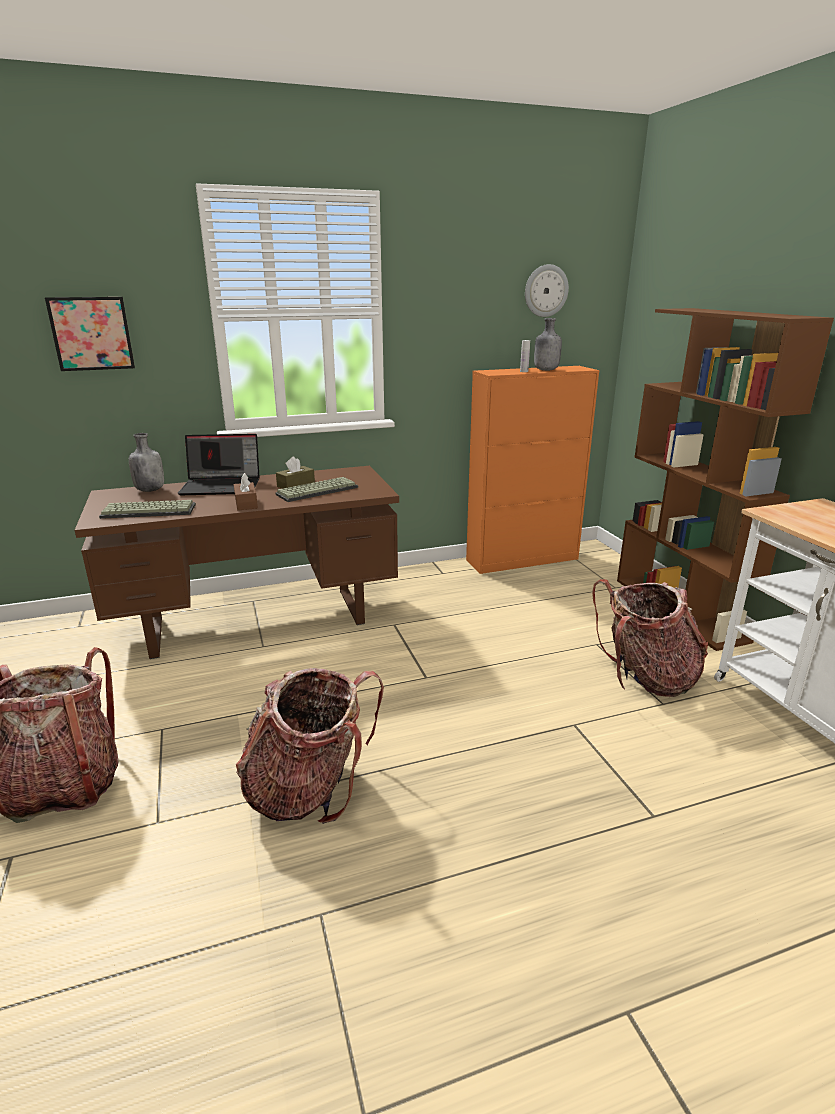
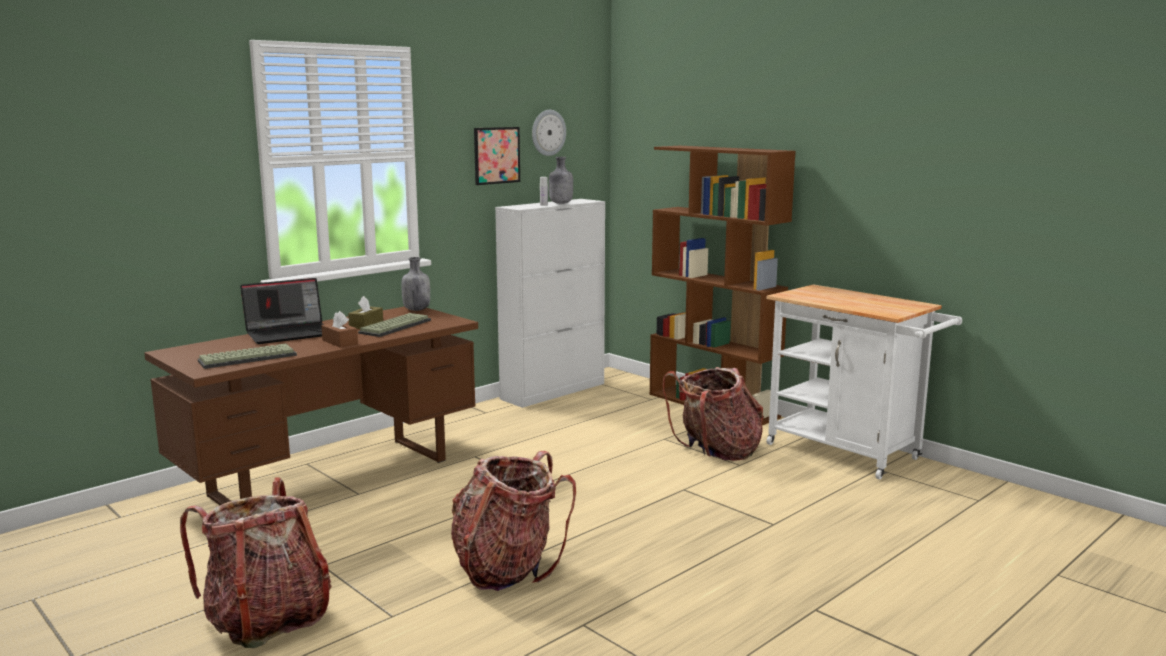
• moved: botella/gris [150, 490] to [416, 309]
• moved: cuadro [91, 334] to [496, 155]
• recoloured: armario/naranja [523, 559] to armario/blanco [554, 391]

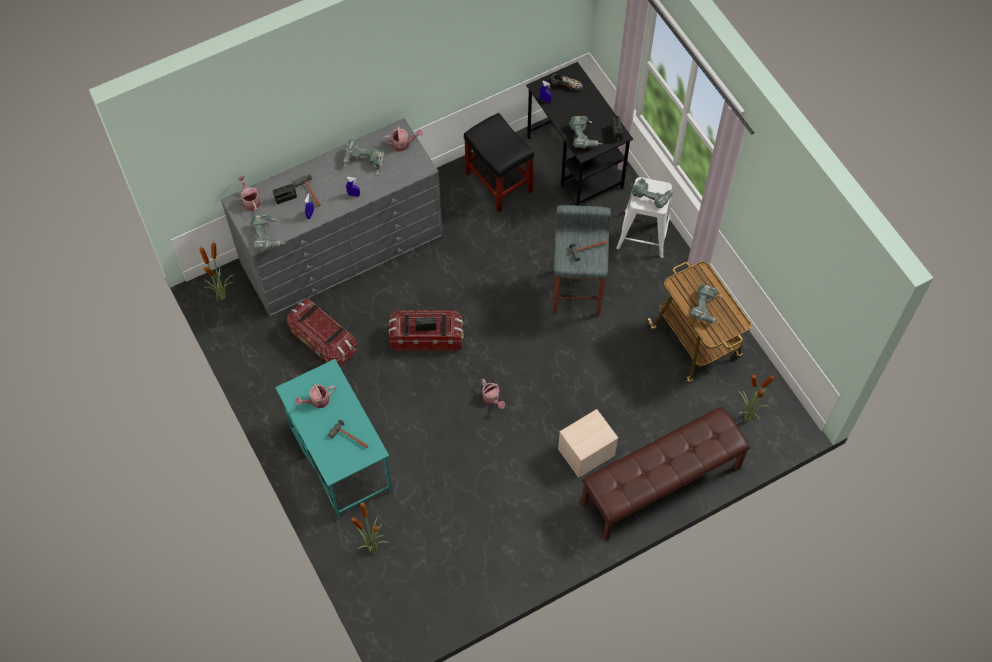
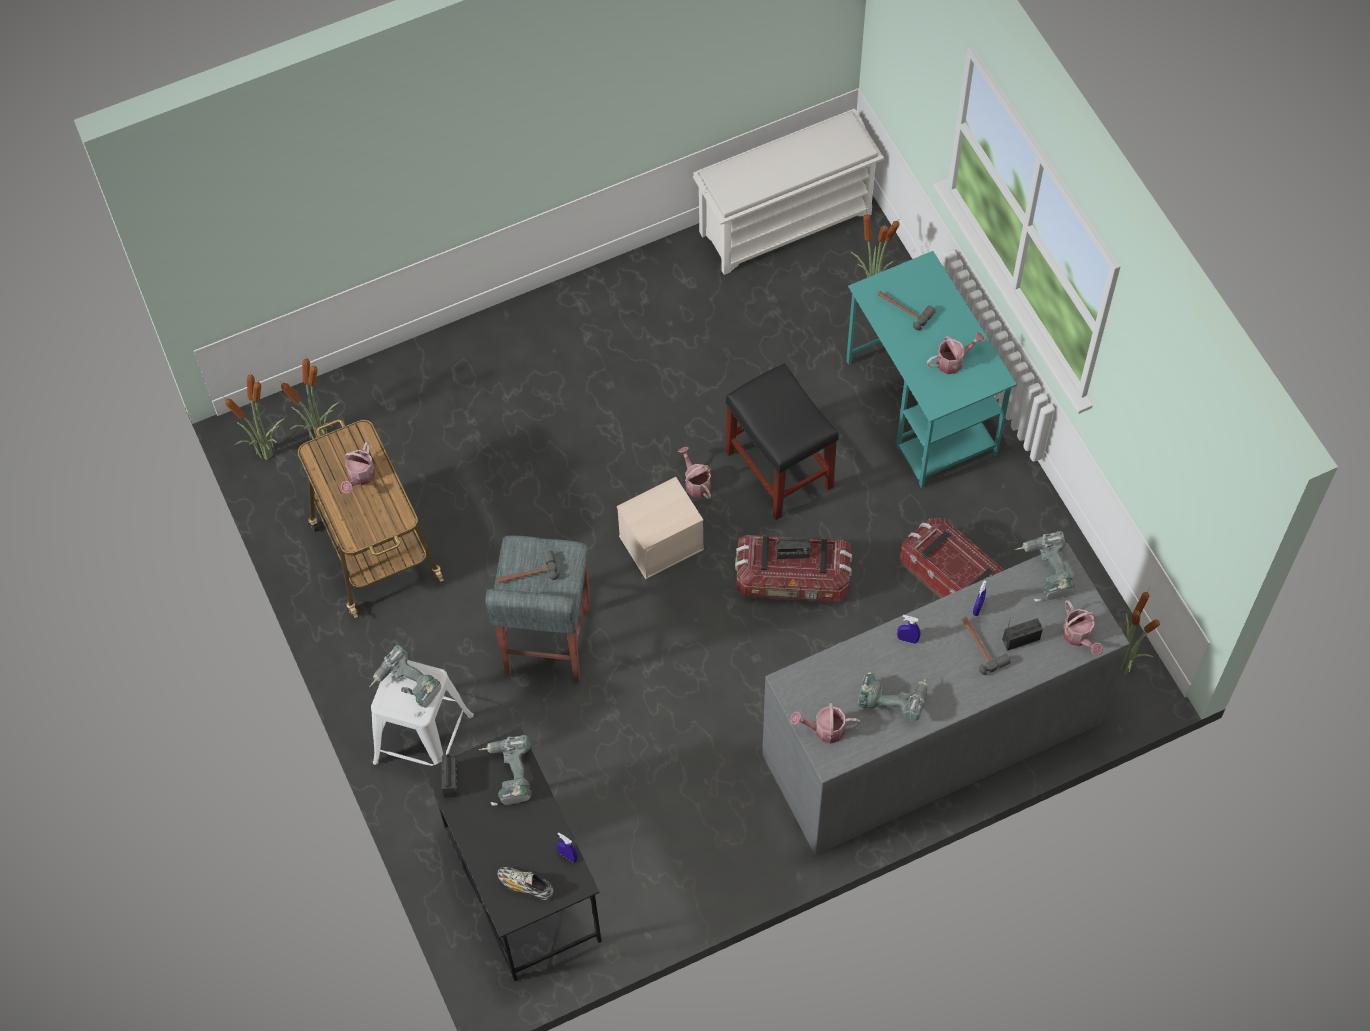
• added: planta en maceta [267, 454]
• replaced: taladro [706, 309] to regadera [360, 477]
• moved: caja de almacenaje/beis [586, 453] to [661, 542]
• added: zapatero/blanco [786, 221]
• moved: taburete/negro [498, 182] to [780, 470]
• removed: banco/marrón [661, 486]

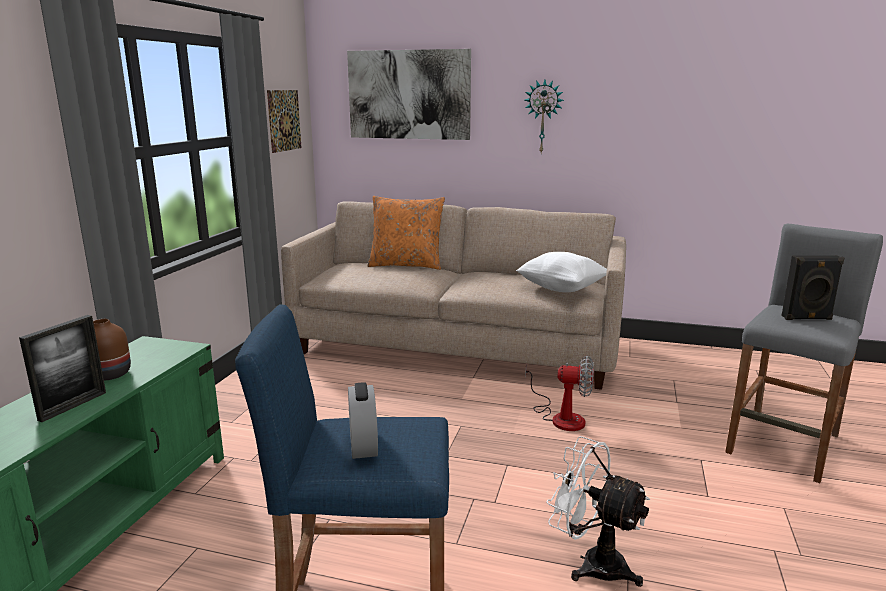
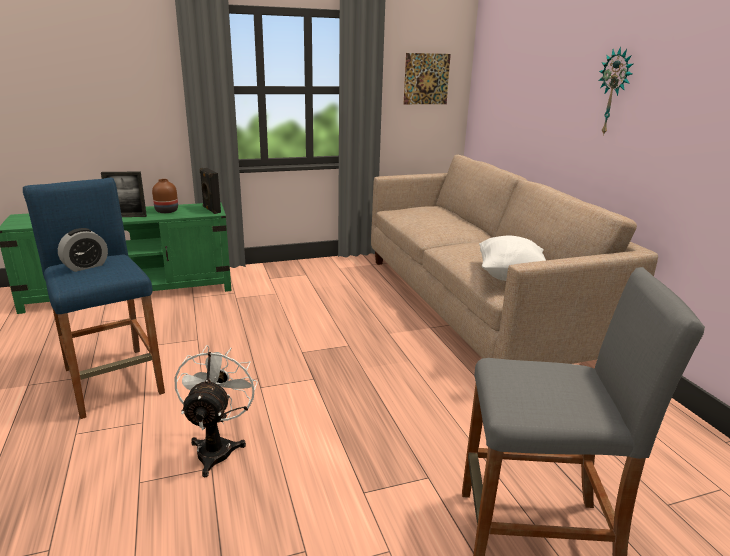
• moved: altavoz/negro [807, 318] to [211, 210]
• removed: cuadro [408, 95]
• removed: cojín/naranja [406, 265]
• removed: ventilador [561, 417]

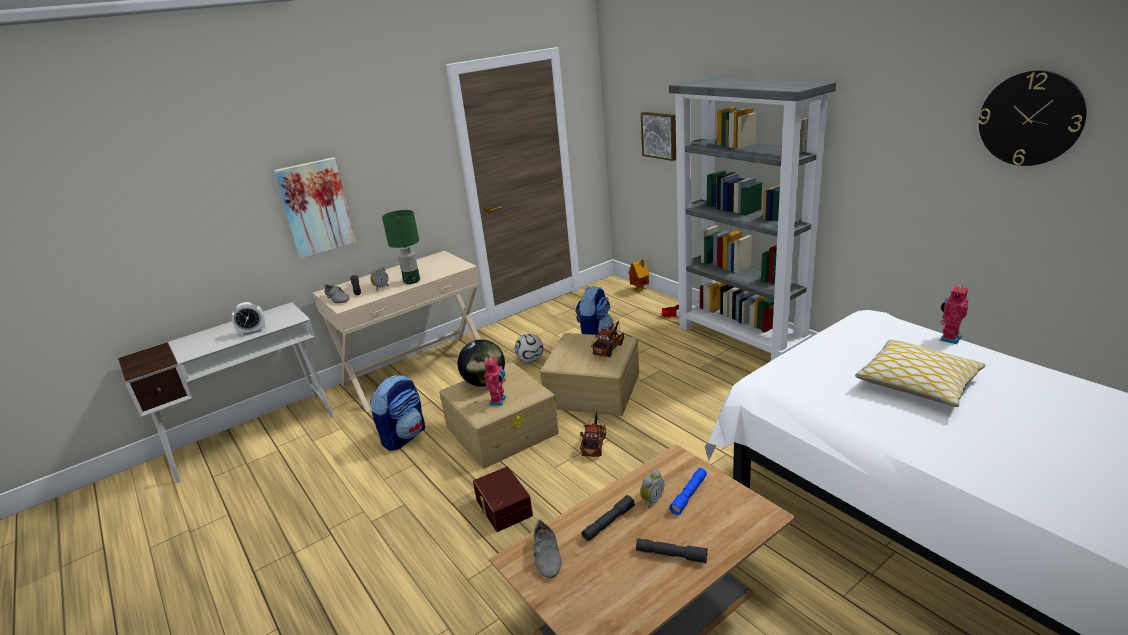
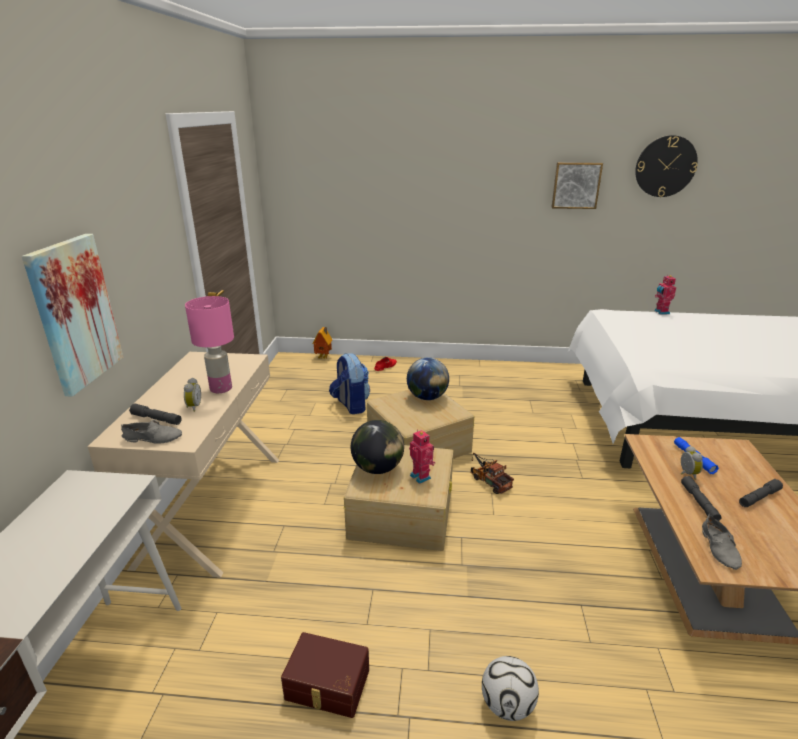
• recoloured: lámpara de mesa/verde [412, 281] to lámpara de mesa/rosa [221, 388]
• moved: caja de almacenaje/marrón [502, 508] to [327, 686]
• replaced: camión de juguete [610, 347] to globo terráqueo [427, 397]
• moved: balón de fútbol [530, 360] to [507, 704]
• moved: cuadro [660, 135] to [576, 185]
• turned: zapato/gris [548, 555] = [720, 548] 60 degrees clockwise
• removed: despertador [252, 332]
• removed: mochila [404, 436]
• removed: estantería/gris [741, 340]
• removed: cojín [917, 383]

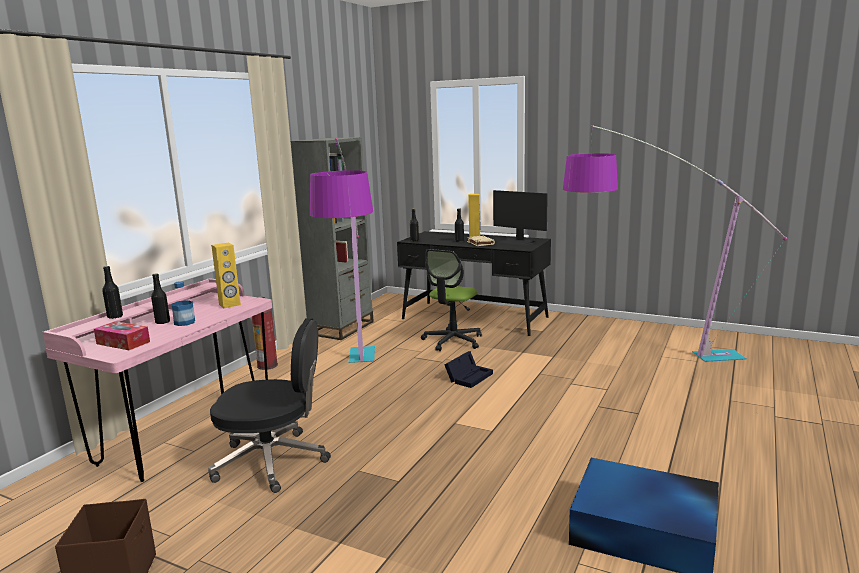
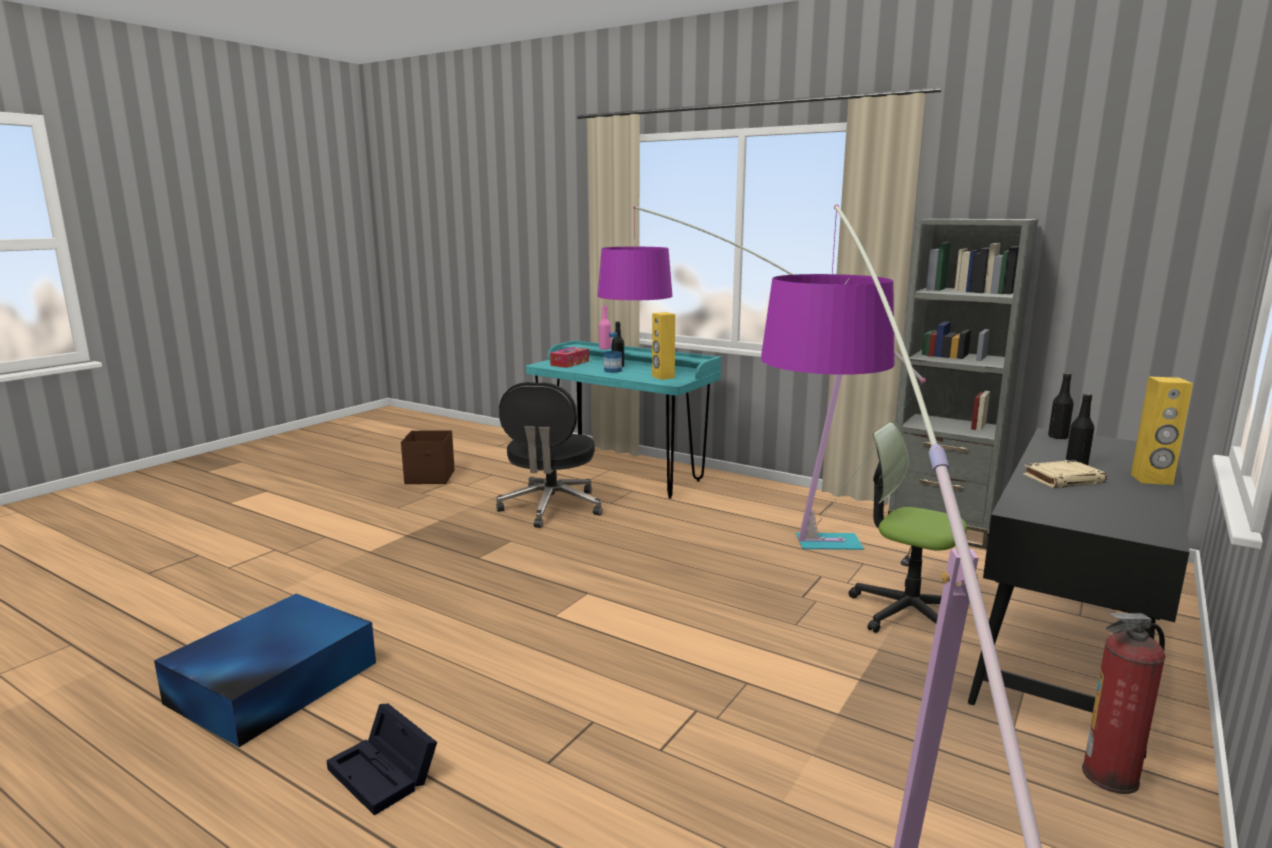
• moved: caja de almacenaje/negro [469, 376] to [385, 773]
• recoloured: escritorio/rosa [187, 433] to escritorio/turquesa [622, 475]
• recoloured: botella/negro [115, 317] to botella/rosa [605, 348]
• moved: extintor [267, 365] to [1110, 776]
• removed: monitor [517, 242]

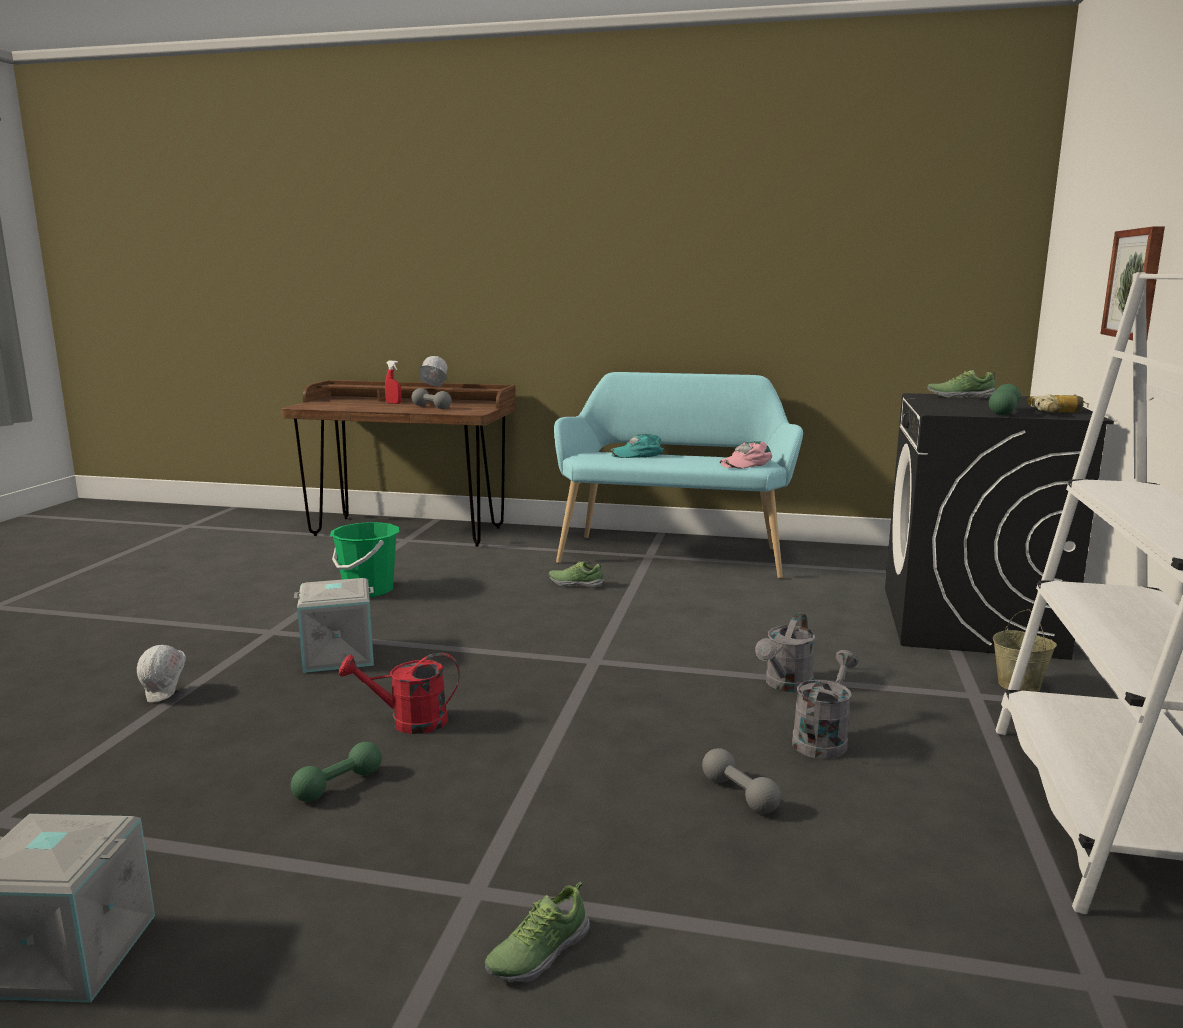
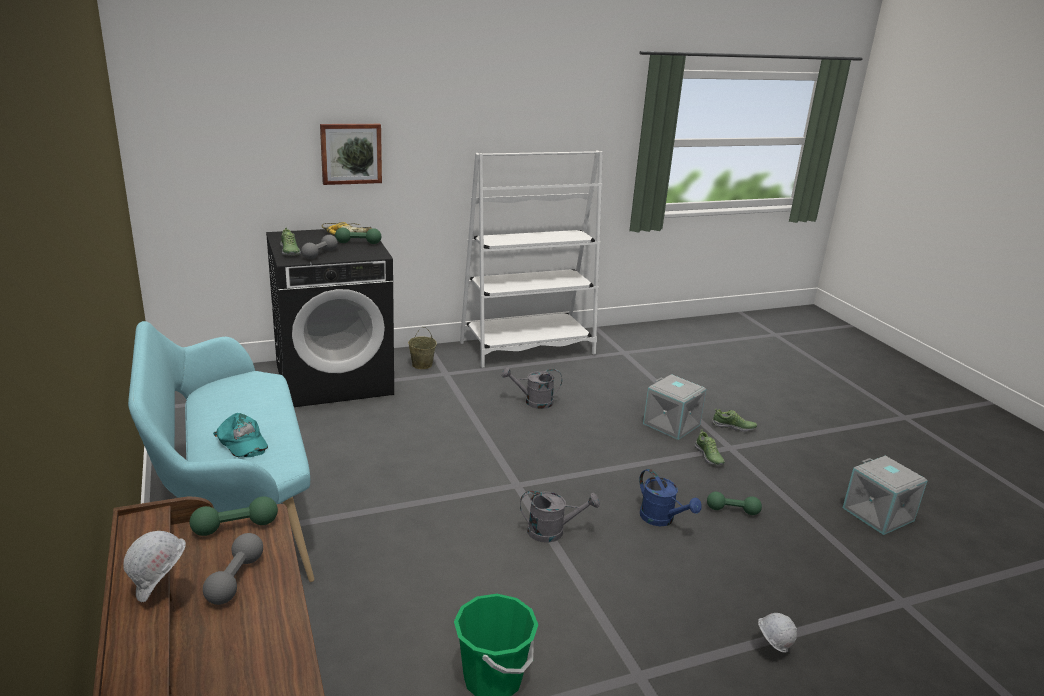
• added: mancuerna/verde [235, 527]
• moved: mancuerna/gris [739, 794] to [320, 254]
• moved: regadera/gris [785, 685] to [552, 531]
• recoloured: regadera/rojo [408, 722] to regadera/azul [662, 519]
• moved: caja de almacenaje/gris [339, 654] to [670, 424]
• moved: zapato [575, 583] to [709, 456]
• removed: pulverizador/rojo [393, 403]
• removed: gorra/rosa [746, 463]

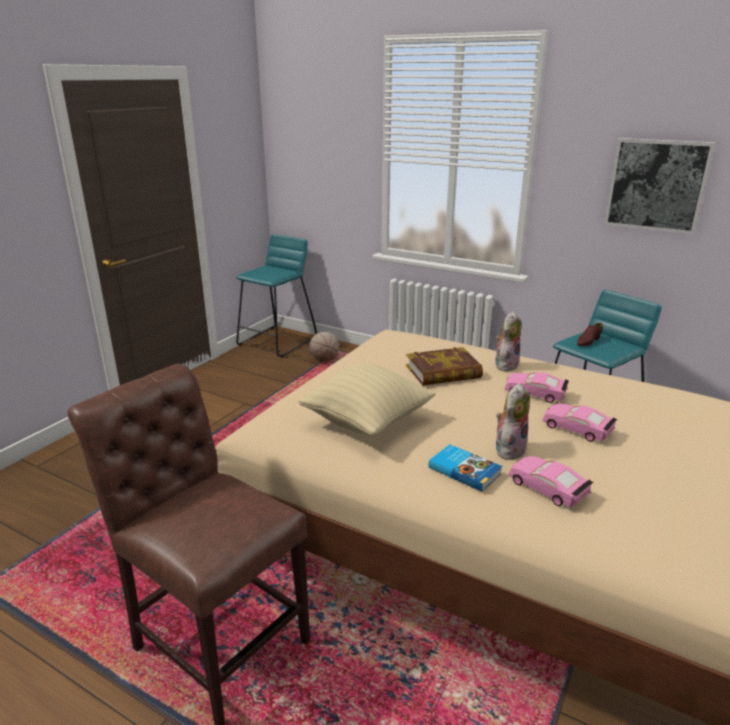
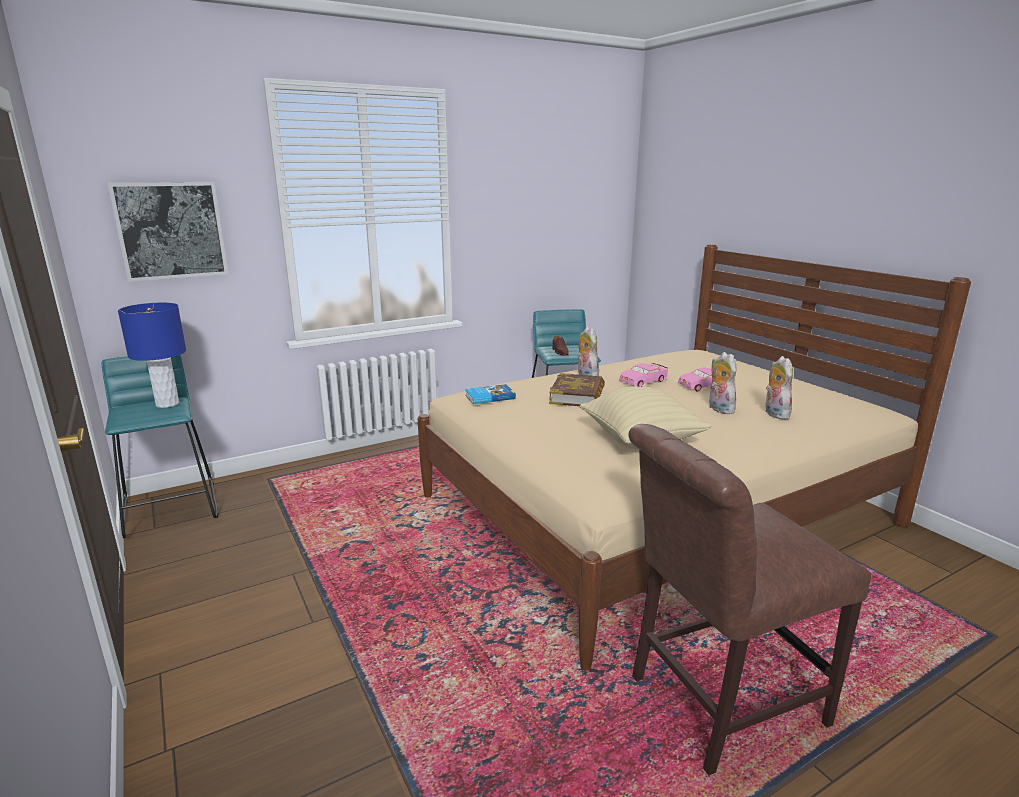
• moved: cuadro [656, 185] to [171, 230]
• added: lámpara de mesa/azul [167, 404]
• moved: libro [464, 470] to [489, 397]
• replaced: coche de juguete/rosa [548, 488] to peluche [774, 413]
• removed: balón de baloncesto [324, 360]

